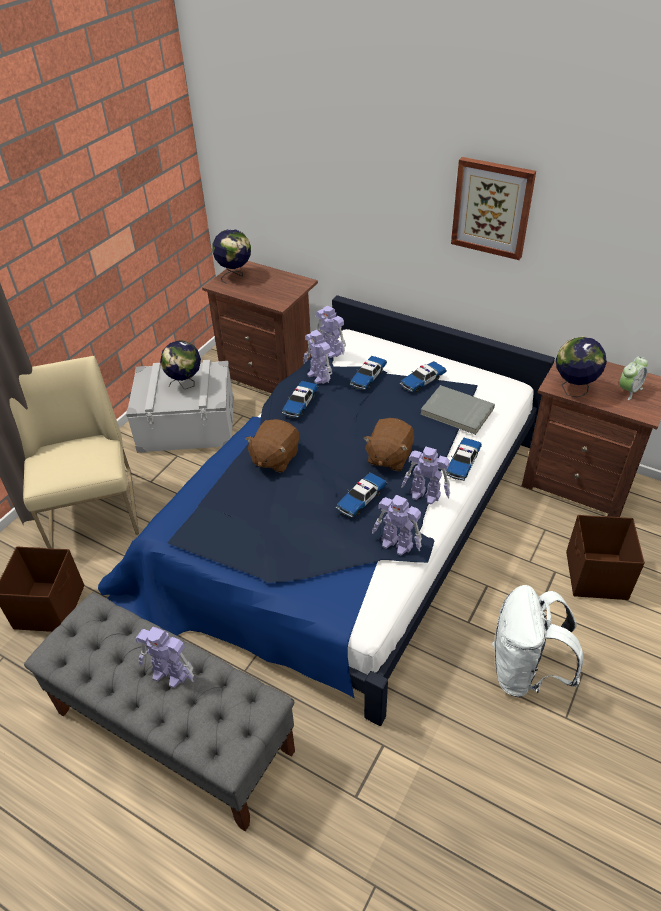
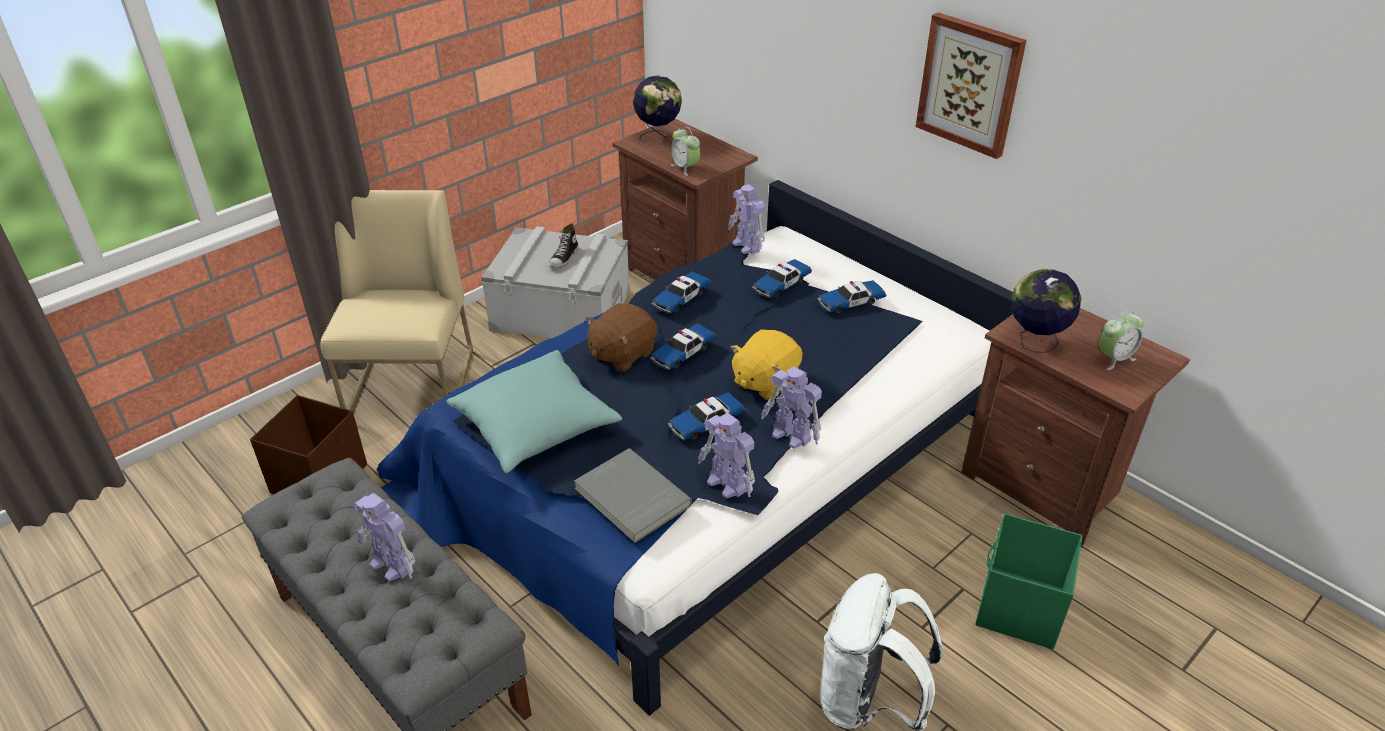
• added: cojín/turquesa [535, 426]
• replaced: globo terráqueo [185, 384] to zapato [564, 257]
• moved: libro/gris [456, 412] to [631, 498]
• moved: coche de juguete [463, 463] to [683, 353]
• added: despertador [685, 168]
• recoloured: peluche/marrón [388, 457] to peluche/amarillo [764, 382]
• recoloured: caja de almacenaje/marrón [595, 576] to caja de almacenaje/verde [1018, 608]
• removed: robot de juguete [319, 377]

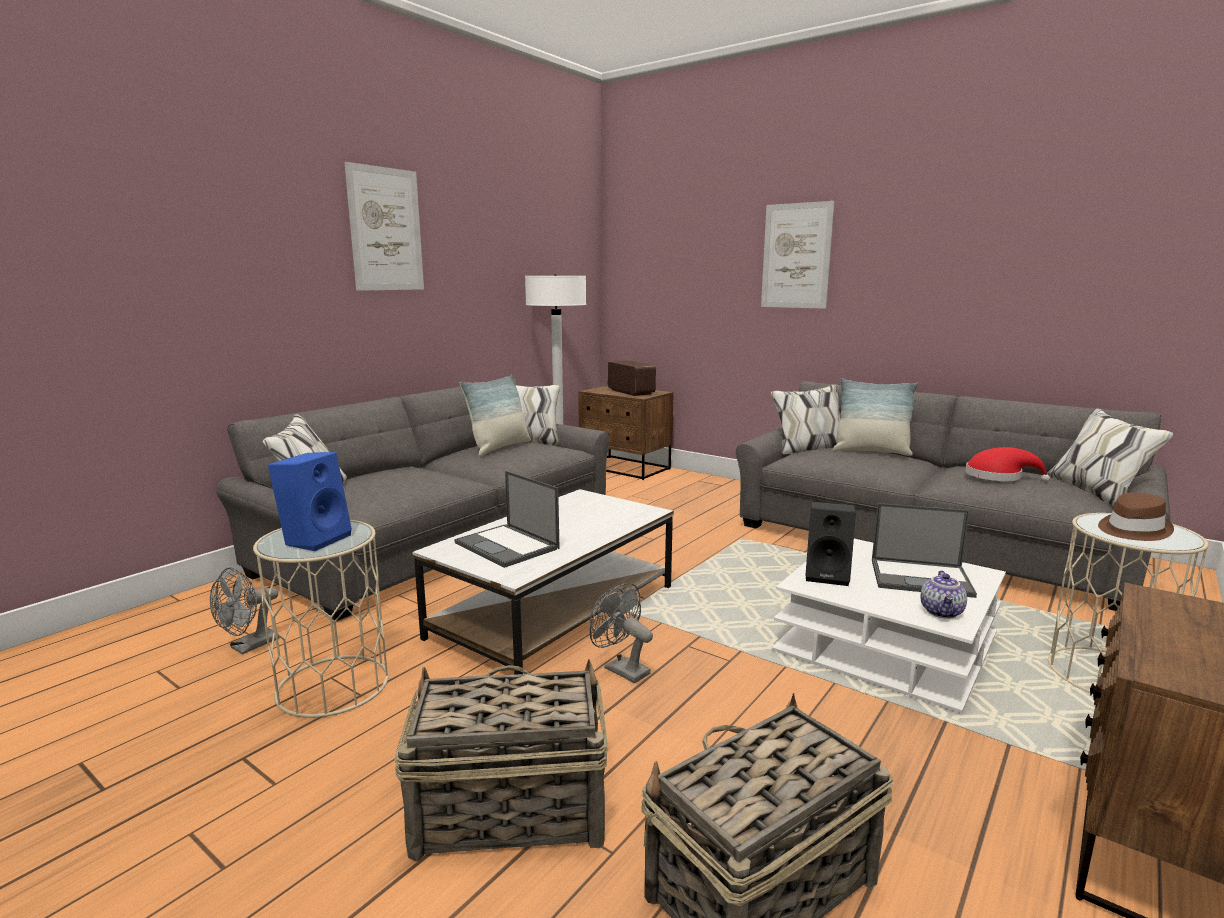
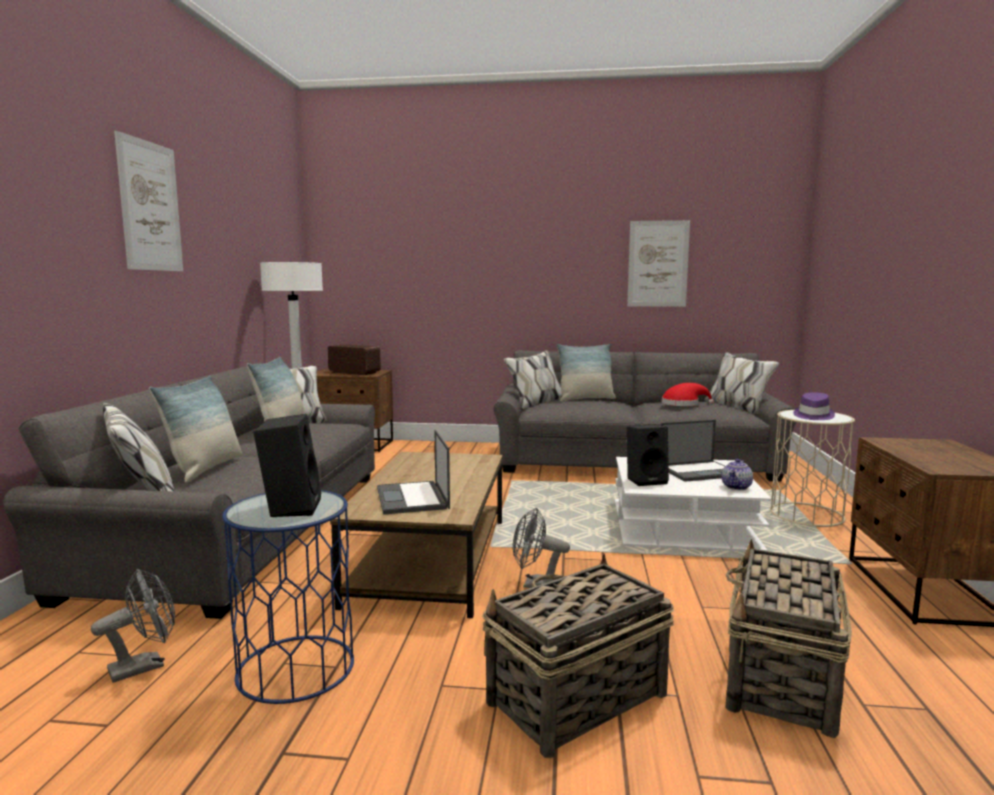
• turned: ventilador/gris [249, 647] = [145, 666] 135 degrees counterclockwise
• added: cojín [205, 469]
• recoloured: mesa auxiliar/beis [332, 685] to mesa auxiliar/azul [295, 668]
• recoloured: altavoz/azul [316, 539] to altavoz/negro [290, 507]
• recoloured: mesa de centro/blanco [556, 610] to mesa de centro/marrón [431, 559]
• turned: portátil [508, 546] = [412, 498] 60 degrees clockwise
• moved: cuadro [796, 256] to [658, 264]
• turned: tetera [942, 612] = [737, 487] 45 degrees clockwise
• recoloured: sombrero/marrón [1132, 530] to sombrero/morado [813, 416]

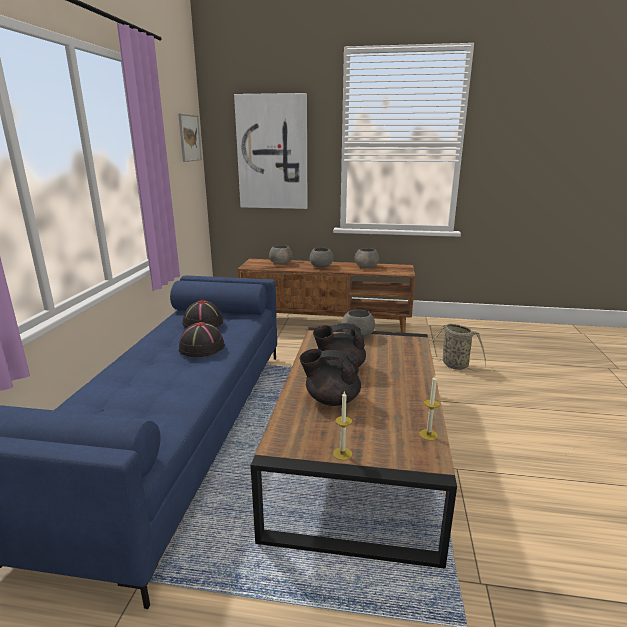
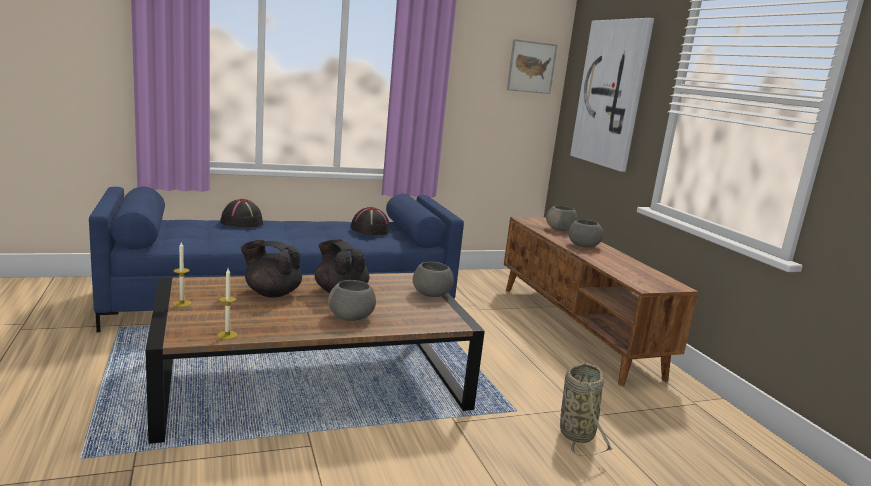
• moved: sombrero/negro [201, 348] to [241, 222]
• turned: tetera/negro [331, 399] = [272, 293] 60 degrees counterclockwise
• moved: cuenco/gris [366, 267] to [351, 317]

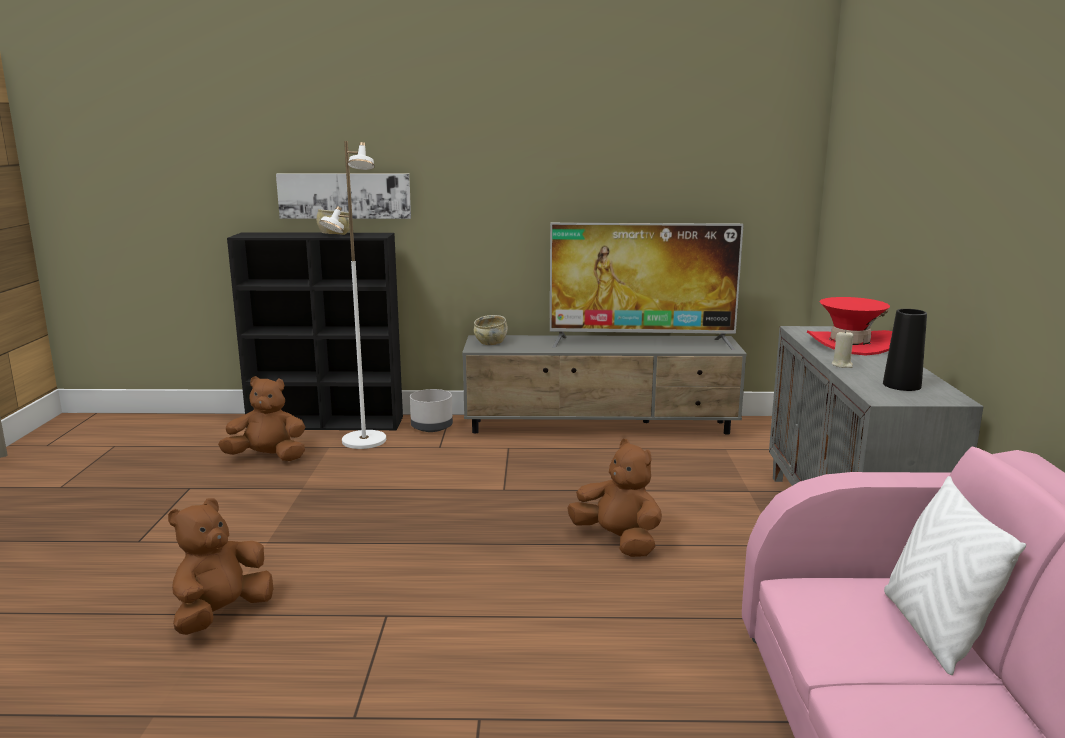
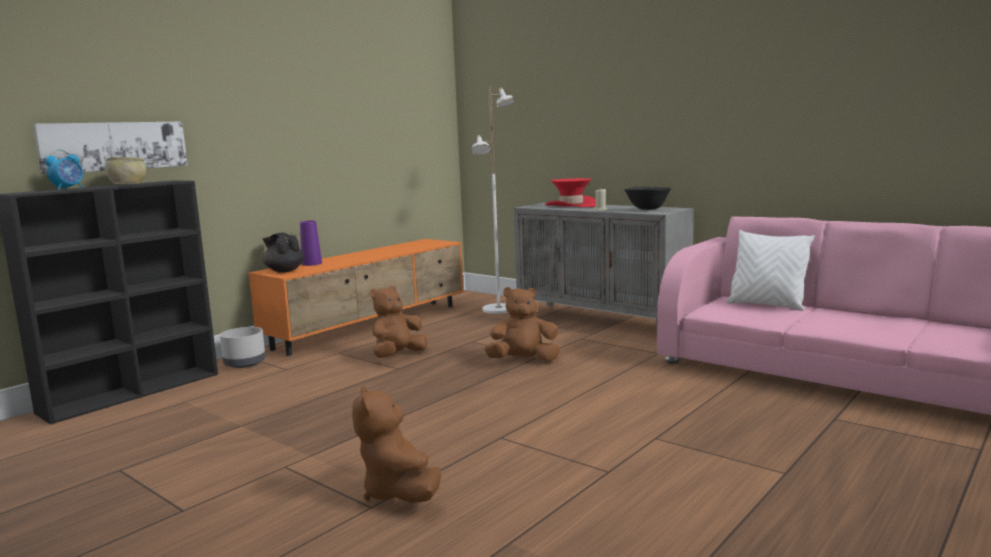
• added: despertador [68, 188]
• recoloured: mueble de televisión/gris [601, 427] to mueble de televisión/naranja [371, 326]
• replaced: cuenco/beis [490, 342] to tetera/negro [284, 271]
• added: florero/morado [311, 263]
• moved: peluche/marrón [268, 457] to [398, 356]
• moved: lámpara de pie/blanco [363, 441] to [499, 309]
• replaced: florero/negro [901, 385] to cuenco/negro [647, 209]
• removed: televisor [641, 342]

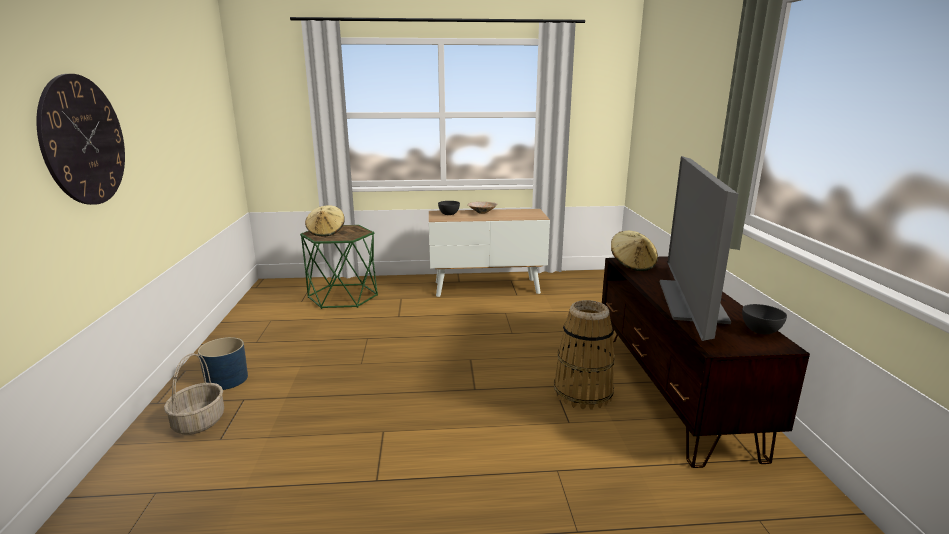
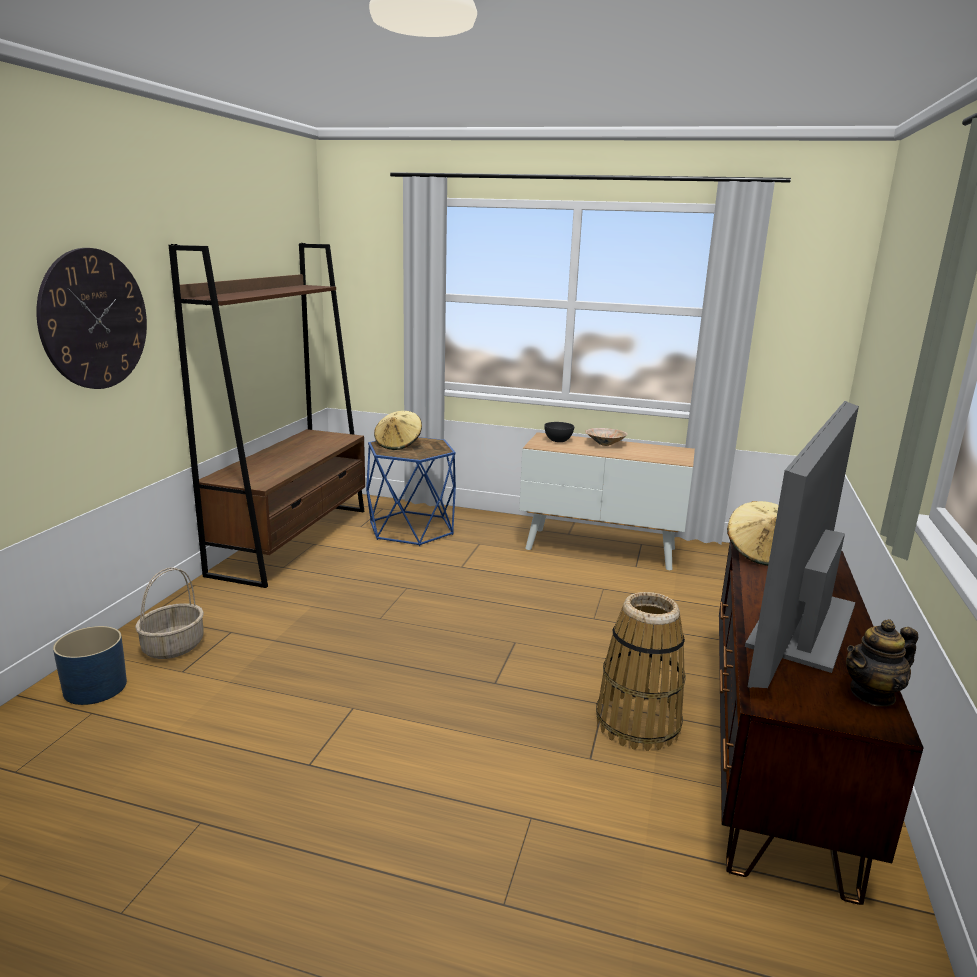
• moved: maceta/azul [227, 379] to [95, 688]
• added: estantería/marrón [293, 540]
• recoloured: mesa auxiliar/verde [343, 296] to mesa auxiliar/azul [411, 528]
• replaced: cuenco/gris [761, 331] to tetera [872, 694]

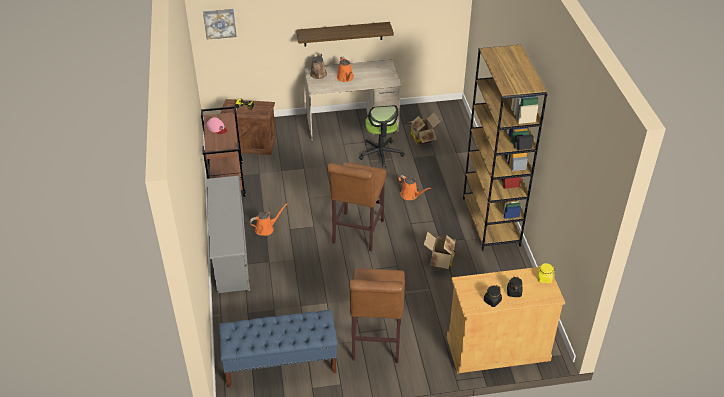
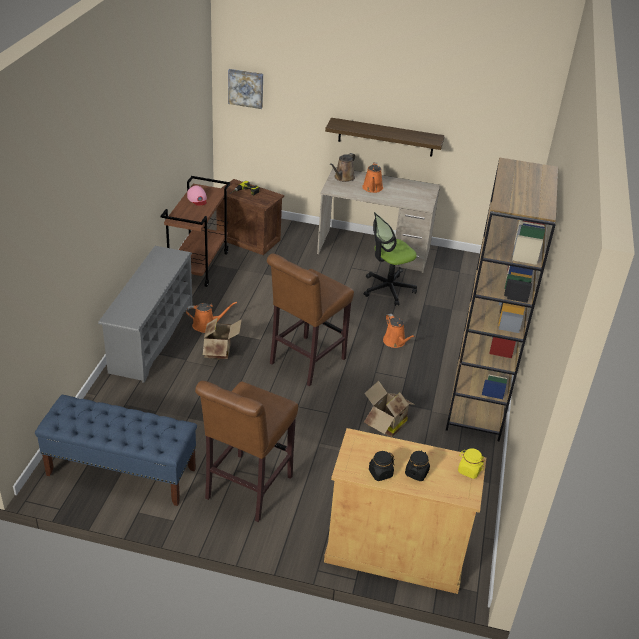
• moved: caja de cartón [422, 138] to [220, 351]
• turned: silla de oficina [381, 153] = [388, 289] 45 degrees clockwise

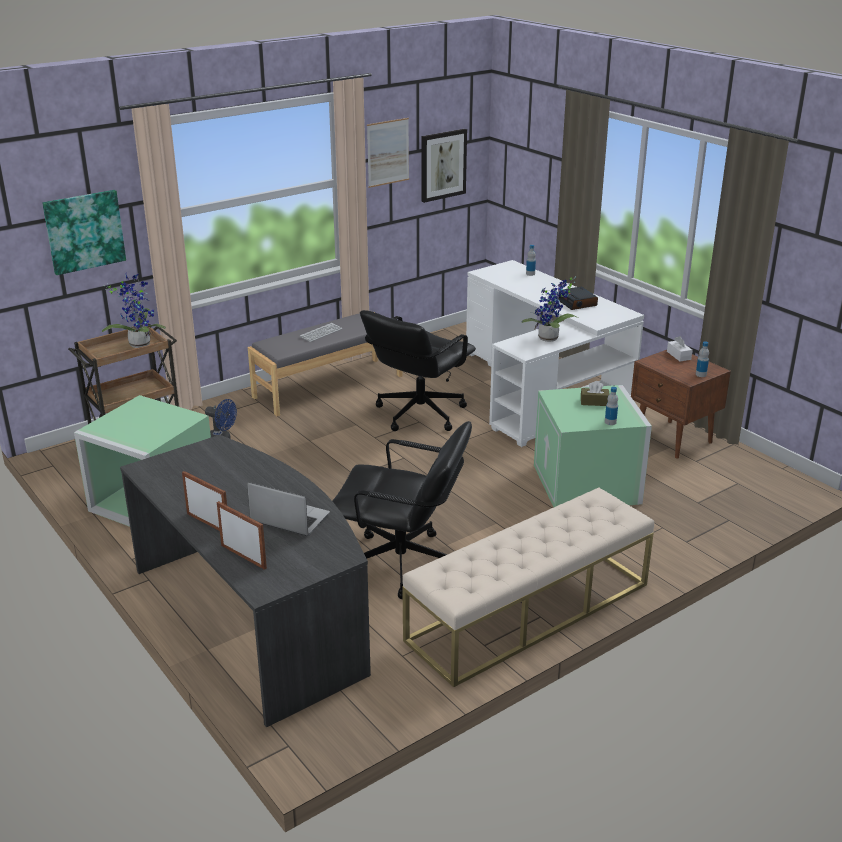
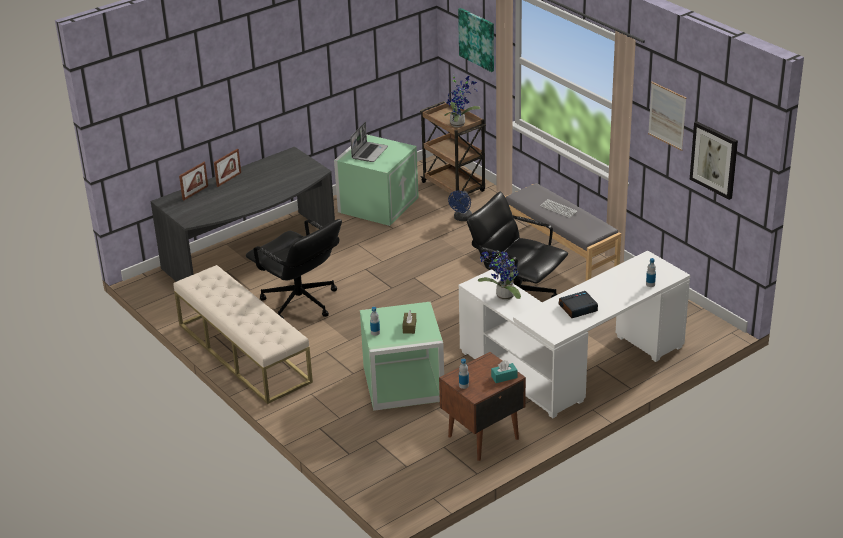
• turned: silla de oficina/negro [402, 565] = [300, 303] 60 degrees counterclockwise
• moved: portátil [289, 519] to [369, 152]
• recoloured: caja de pañuelos/blanco [678, 355] to caja de pañuelos/turquesa [504, 377]

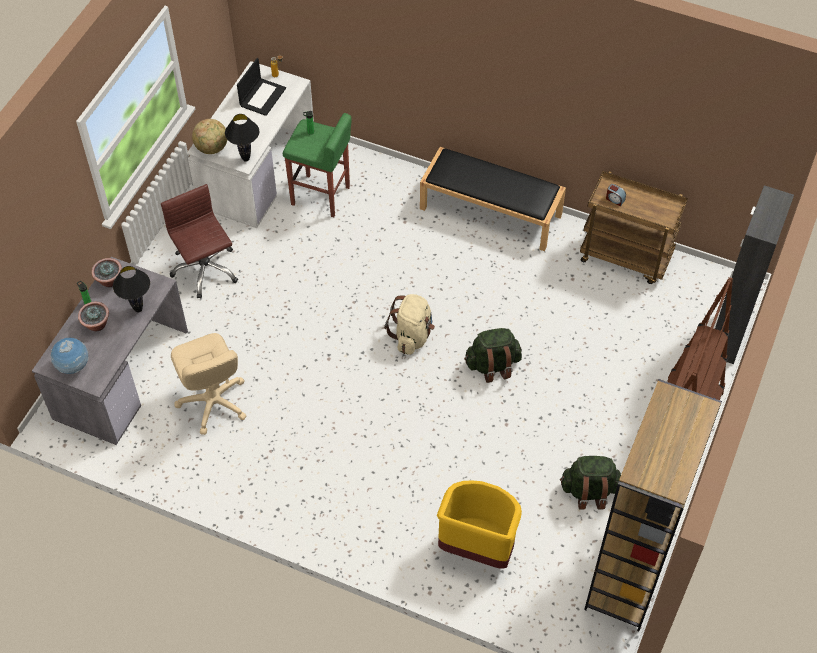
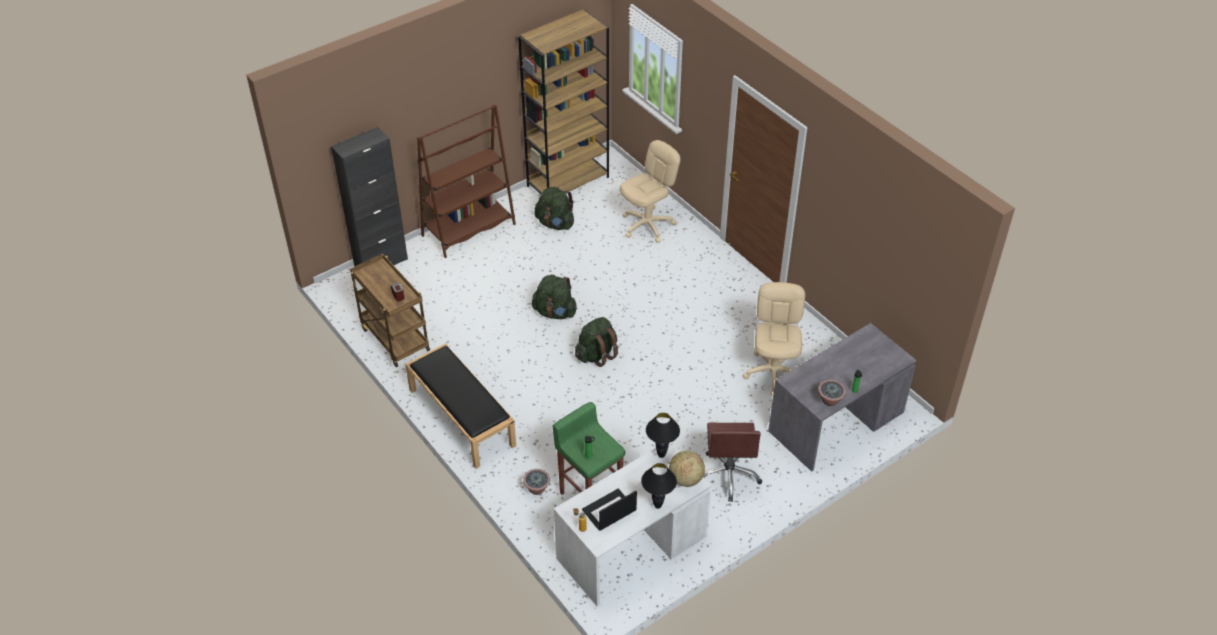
• moved: planta en maceta [96, 325] to [537, 489]
• recoloured: mochila/beis [412, 336] to mochila/verde [597, 354]
• replaced: papelera/amarillo [476, 547] to silla de oficina/beis [647, 225]
• moved: lámpara de mesa/negro [138, 309] to [658, 506]
• removed: globo terráqueo [73, 366]

